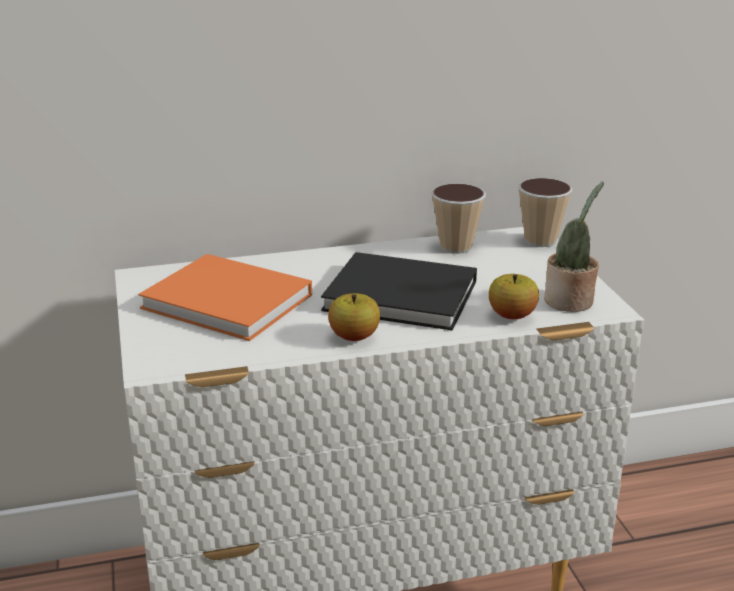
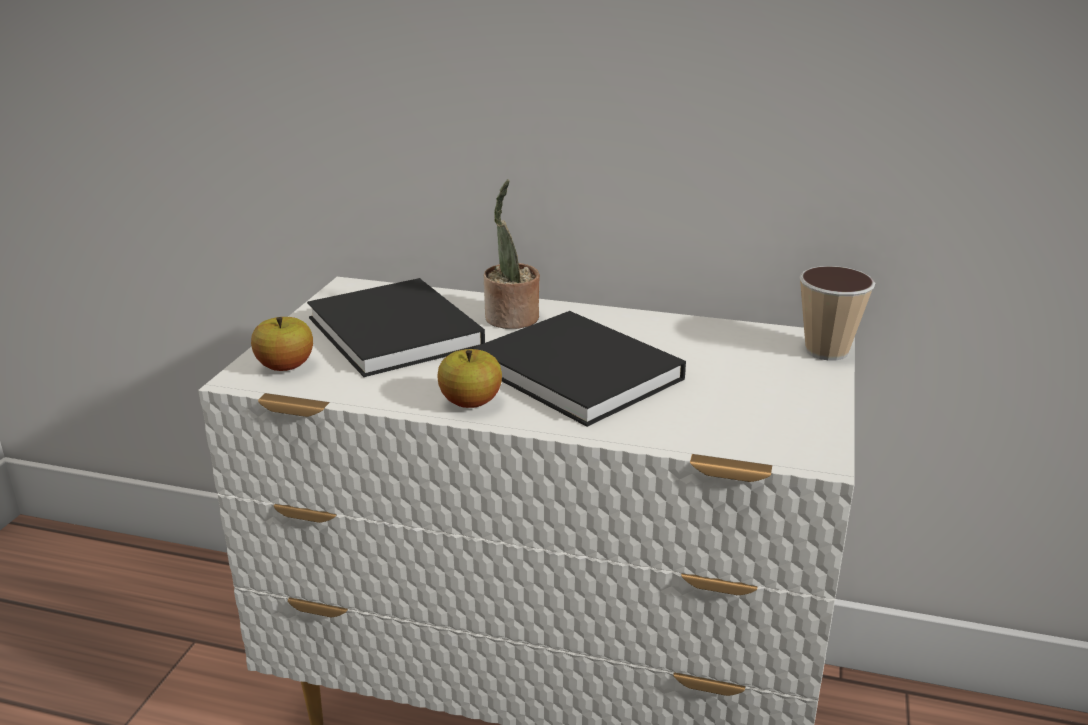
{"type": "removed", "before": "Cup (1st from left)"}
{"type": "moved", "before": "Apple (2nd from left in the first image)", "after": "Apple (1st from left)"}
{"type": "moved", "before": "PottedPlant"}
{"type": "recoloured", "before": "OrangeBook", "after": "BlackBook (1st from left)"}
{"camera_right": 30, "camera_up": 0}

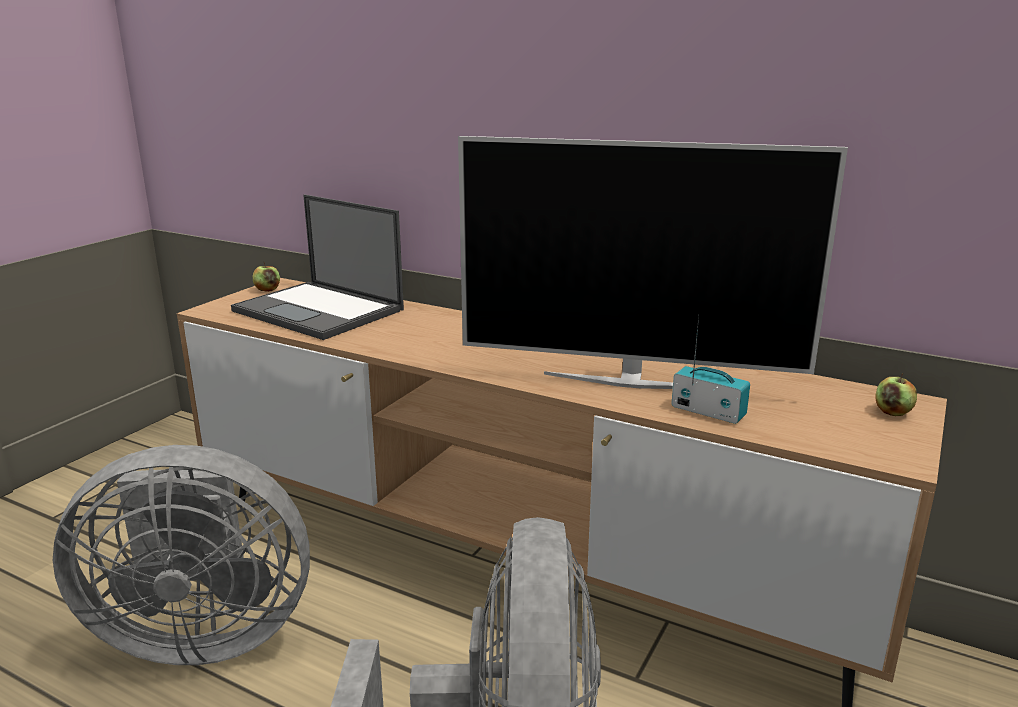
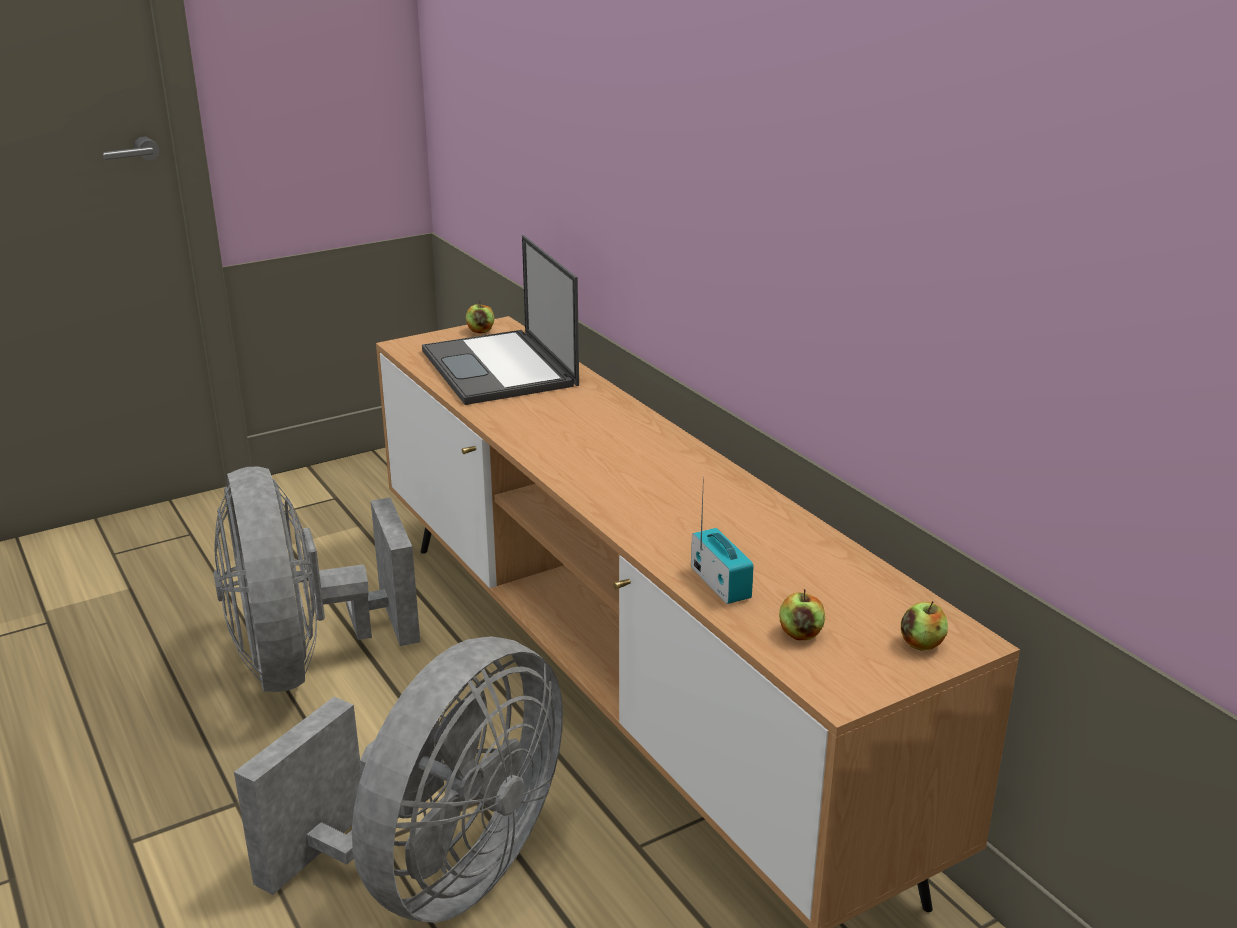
{"type": "removed", "before": "Television"}
{"type": "added", "after": "Apple (2nd from left)"}
{"type": "turned", "before": "GreyFan (1st from left)", "turn": 45}
{"camera_right": 30, "camera_up": 5}

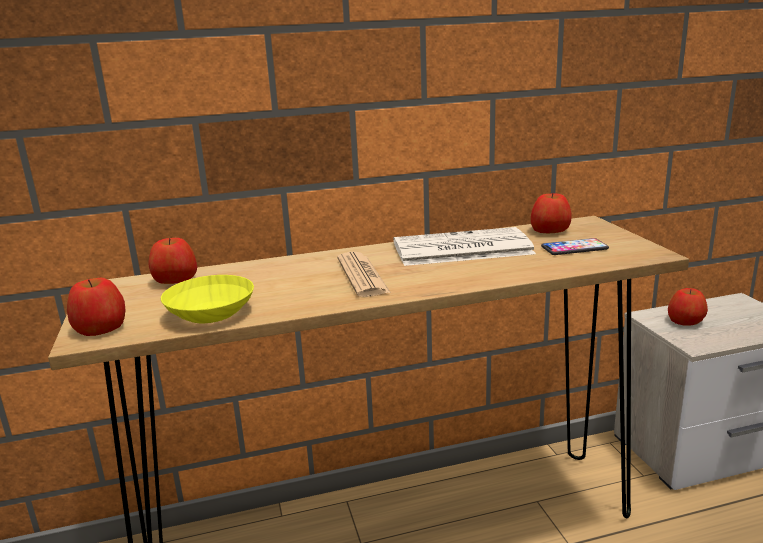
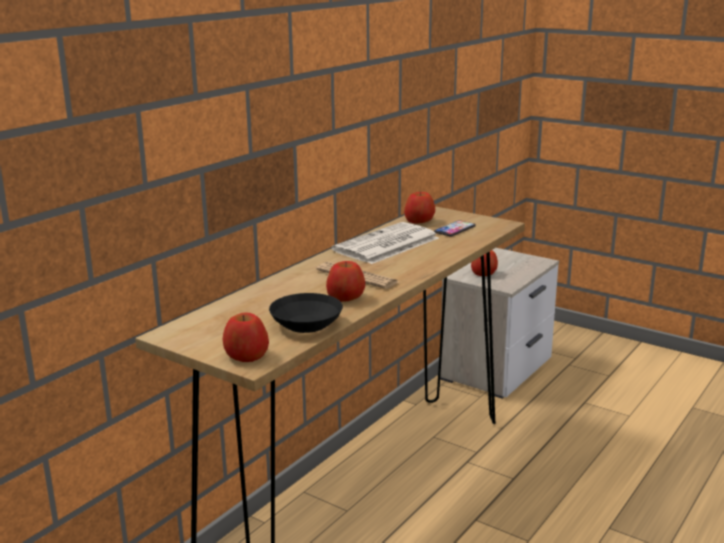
{"type": "moved", "before": "Apple (2nd from left)"}
{"type": "recoloured", "before": "YellowBowl", "after": "BlackBowl"}
{"camera_right": -40, "camera_up": 0}

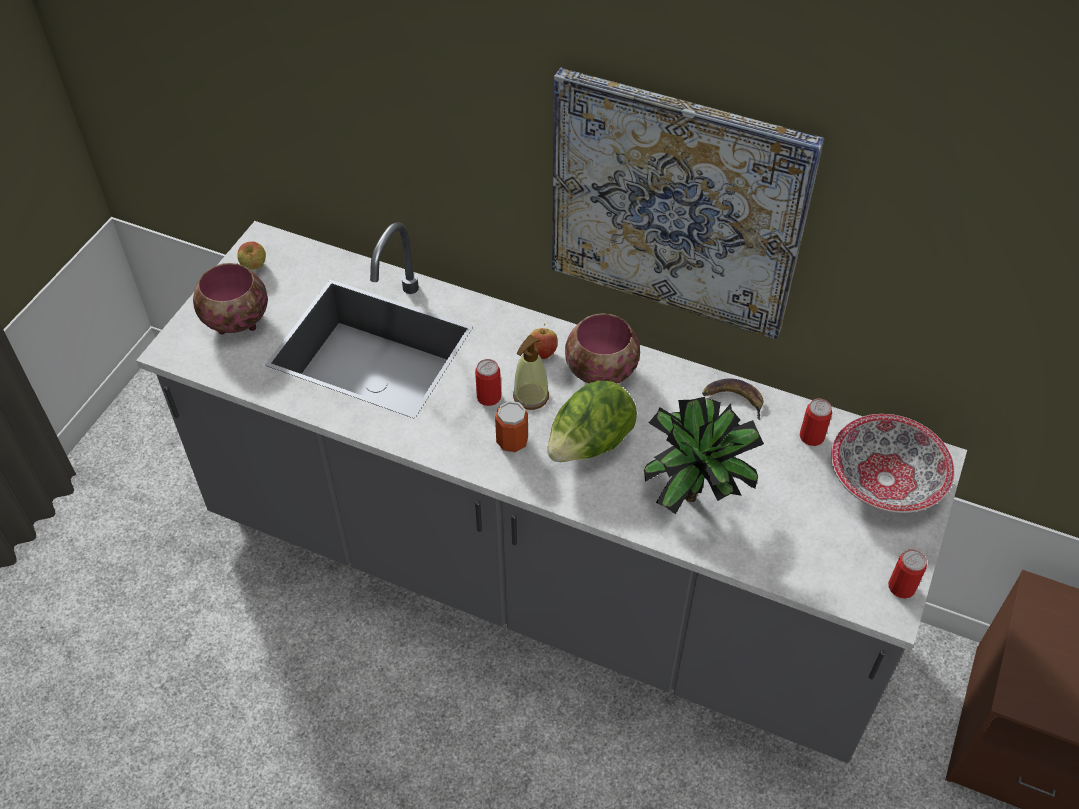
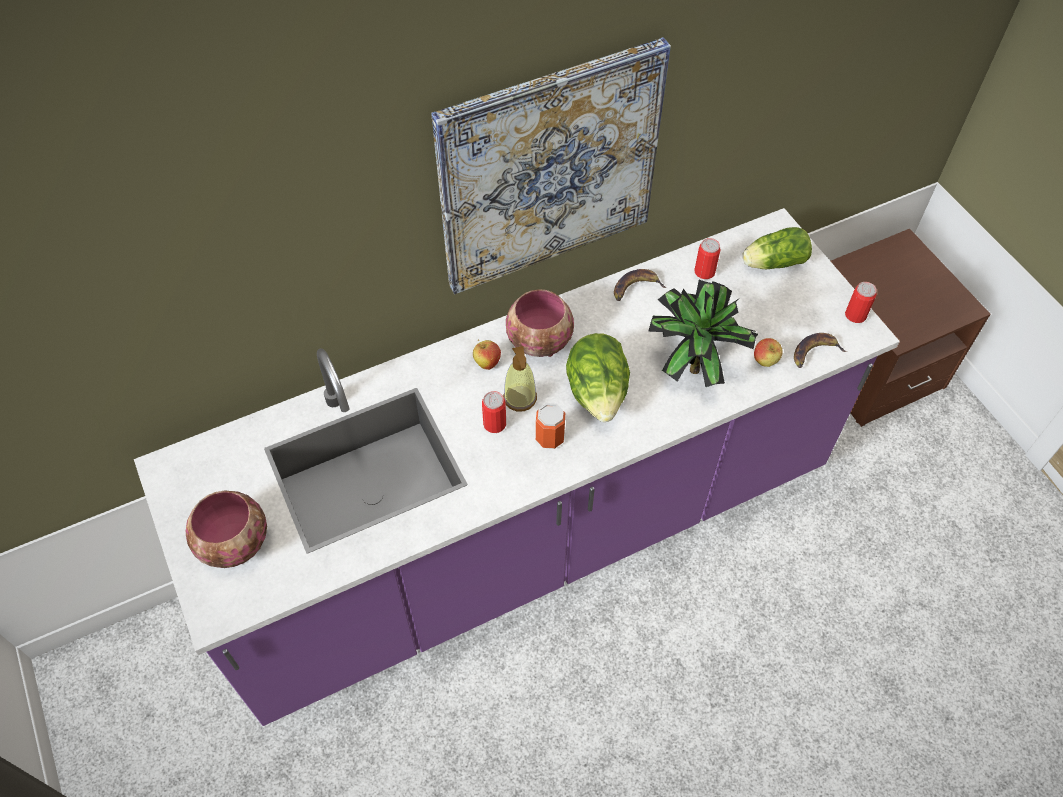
{"type": "added", "after": "Banana (2nd from left)"}
{"type": "moved", "before": "Apple (1st from left in the first image)", "after": "Apple (2nd from left)"}
{"type": "replaced", "before": "Bowl (3rd from left)", "after": "Lettuce (2nd from left)"}
{"type": "recoloured", "before": "GreyCounter", "after": "PurpleCounter"}
{"camera_right": -50, "camera_up": 5}

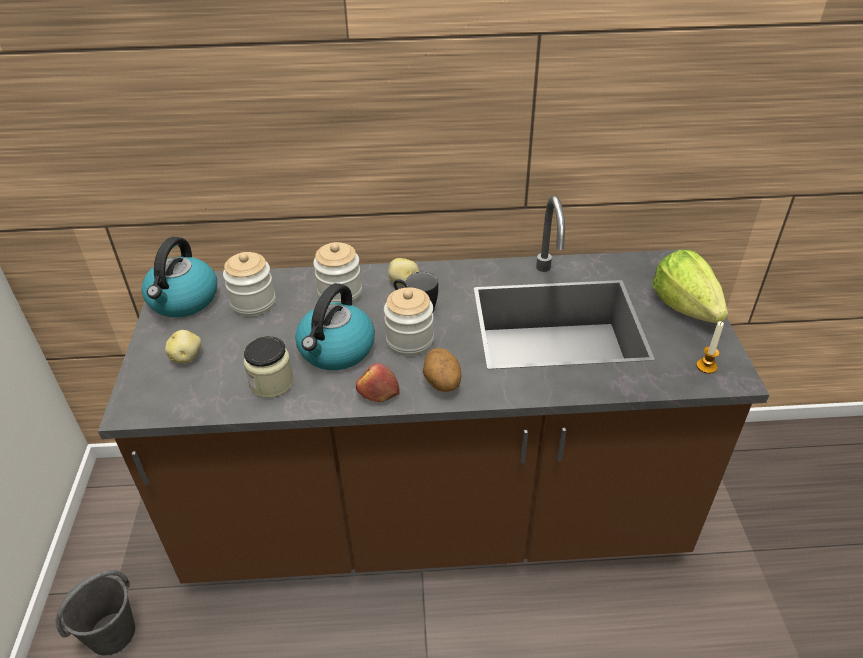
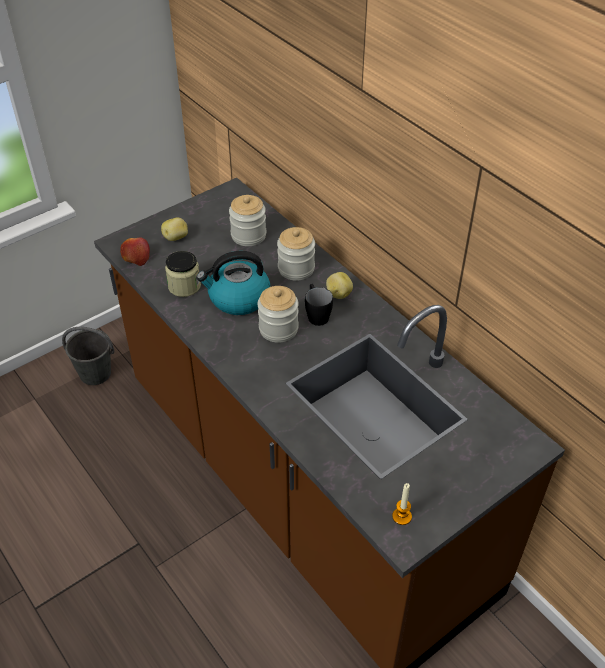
{"type": "removed", "before": "Kettle (1st from left)"}
{"type": "removed", "before": "Potato (3rd from left)"}
{"type": "removed", "before": "Lettuce"}
{"type": "moved", "before": "Apple"}
{"camera_right": 55, "camera_up": 5}

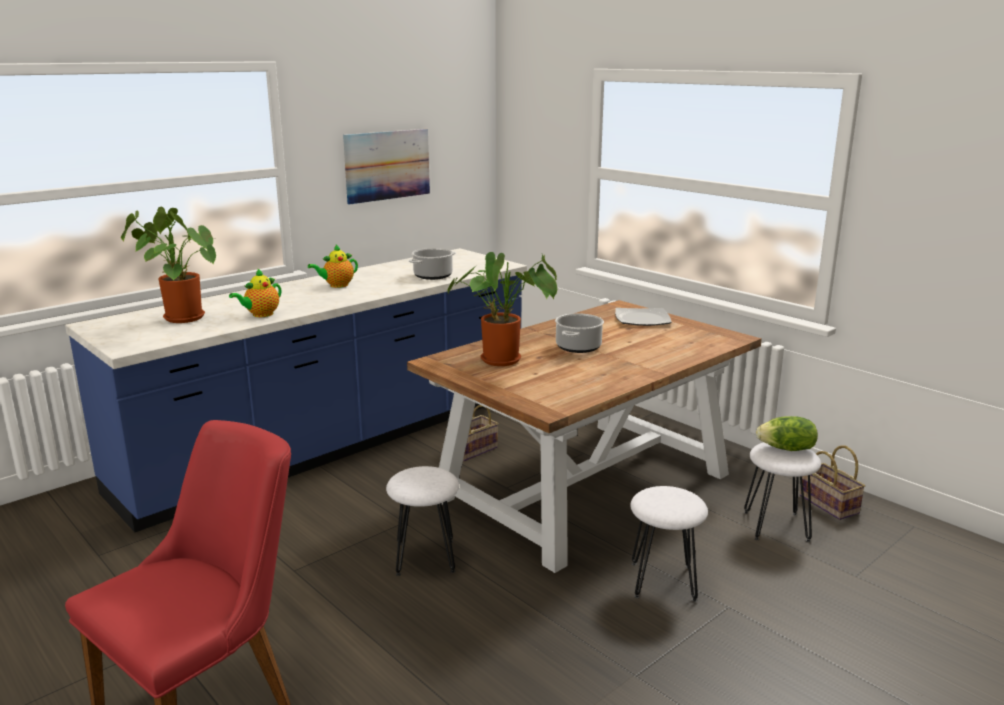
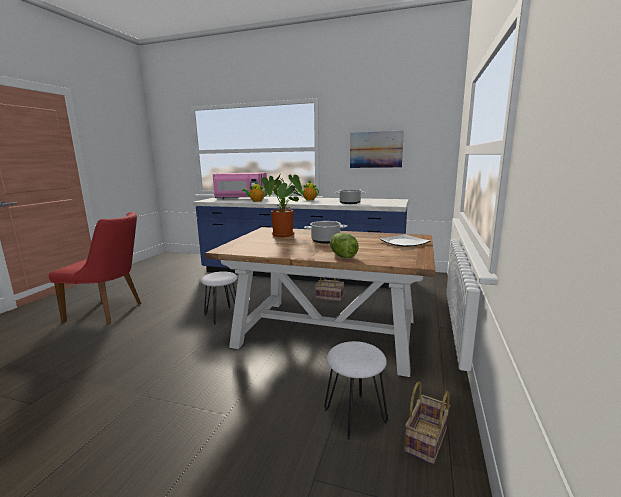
{"type": "removed", "before": "WhiteStool (2nd from left)"}
{"type": "moved", "before": "Lettuce"}
{"type": "replaced", "before": "PottedPlant (1st from left)", "after": "PinkMicrowave"}
{"camera_right": 60, "camera_up": -5}

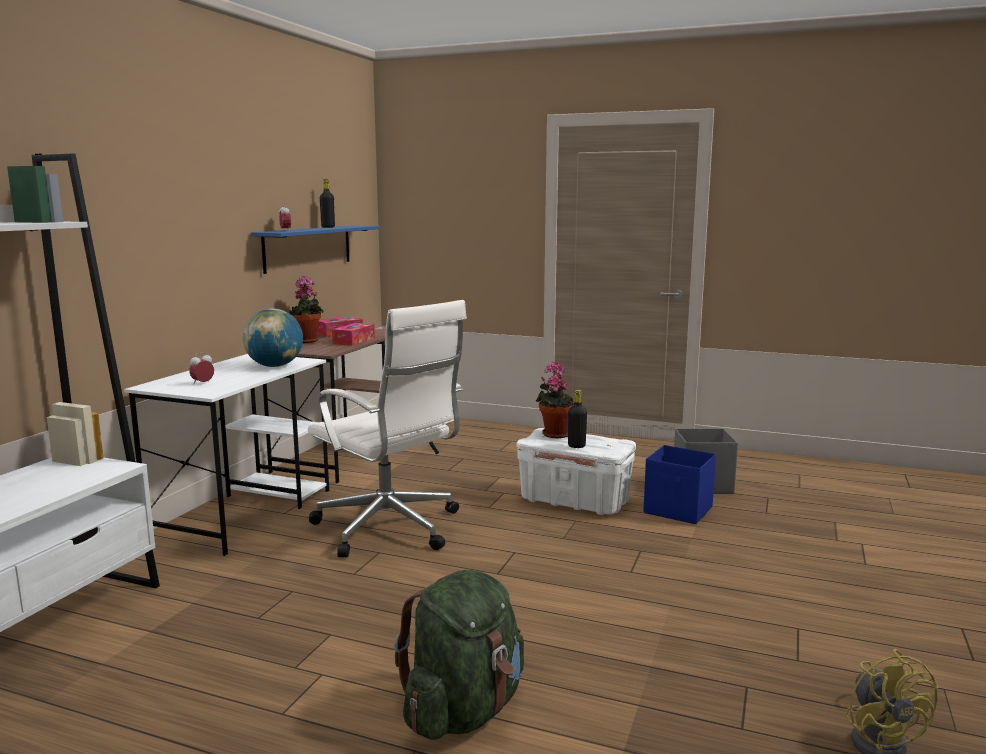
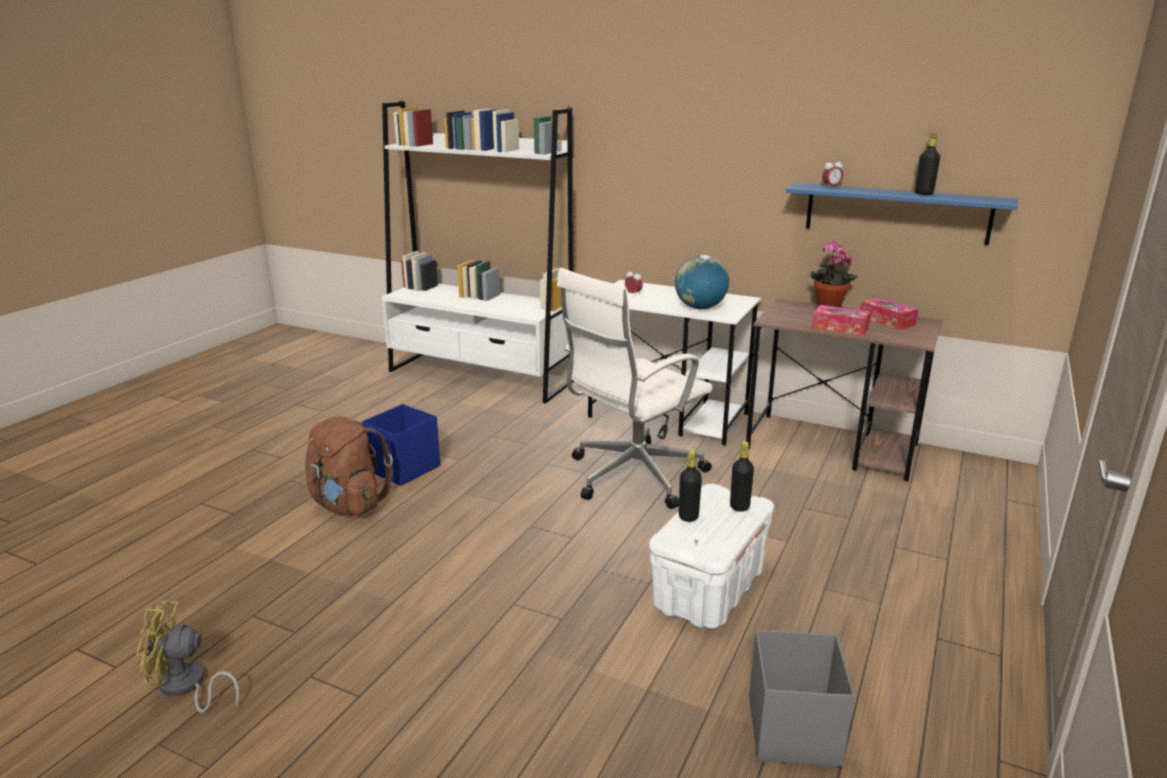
{"type": "moved", "before": "BlueStorageBox"}
{"type": "replaced", "before": "PottedPlant (2nd from left)", "after": "BlackBottle (2nd from left)"}
{"type": "recoloured", "before": "GreenBackpack", "after": "BrownBackpack"}
{"camera_right": 95, "camera_up": 10}

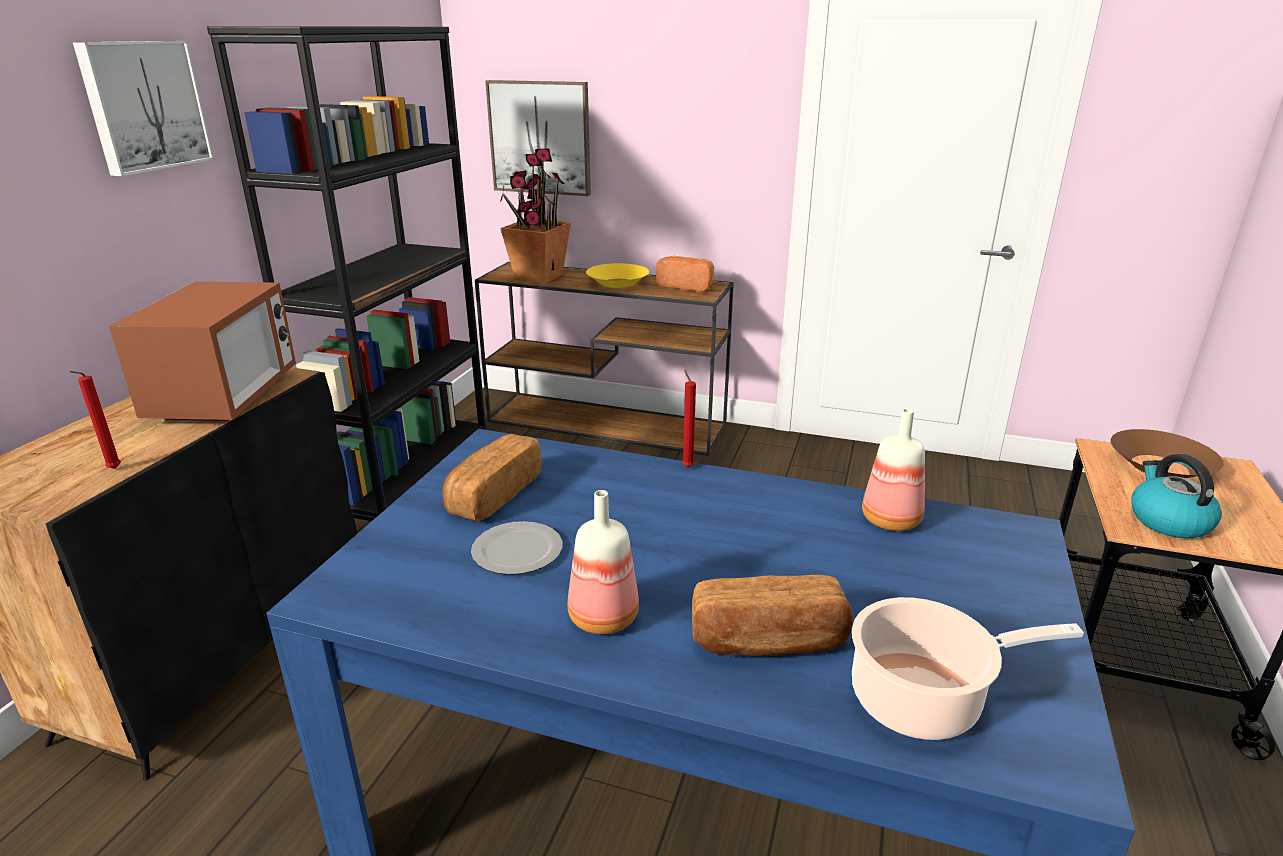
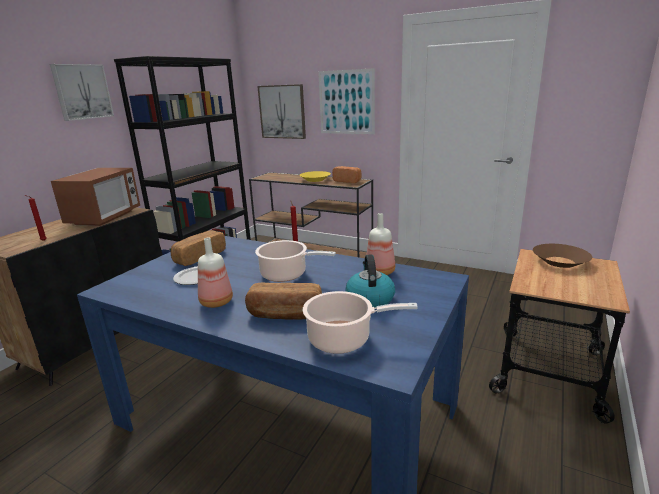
{"type": "removed", "before": "PottedPlant"}
{"type": "added", "after": "CookingPot (1st from left)"}
{"type": "added", "after": "Picture (3rd from left)"}
{"type": "moved", "before": "Kettle"}
{"camera_right": 10, "camera_up": -5}

